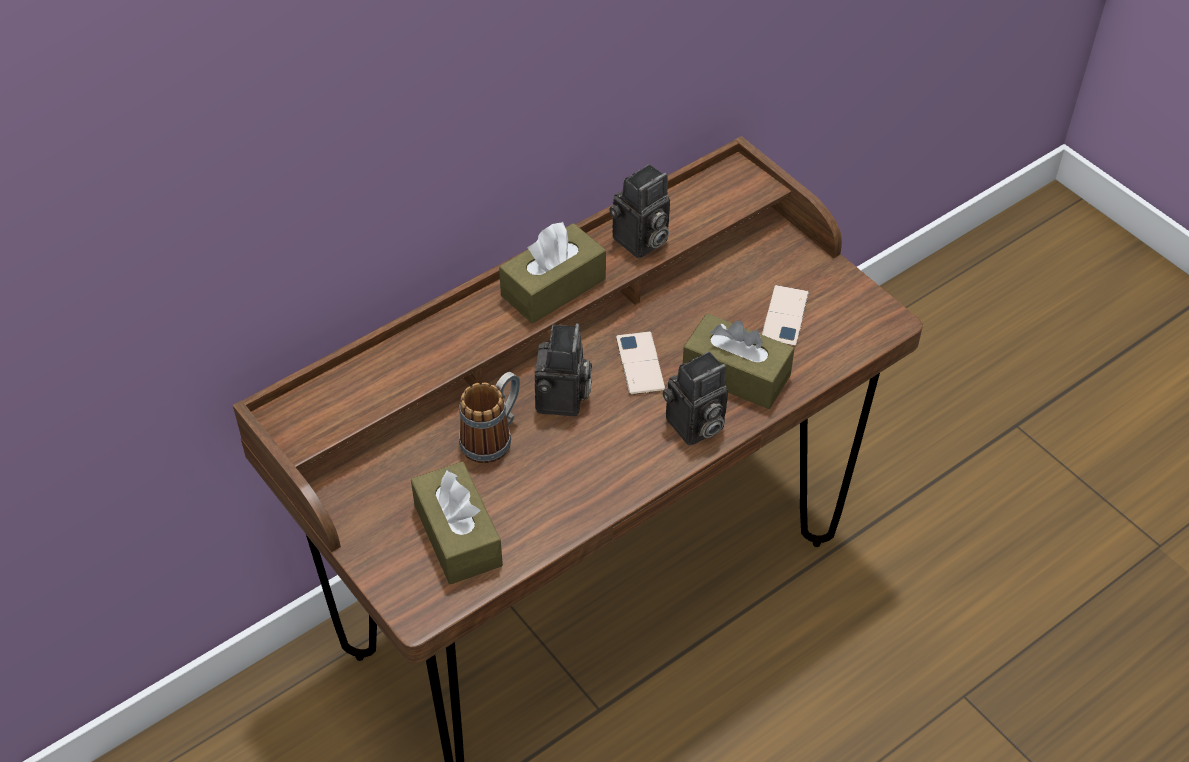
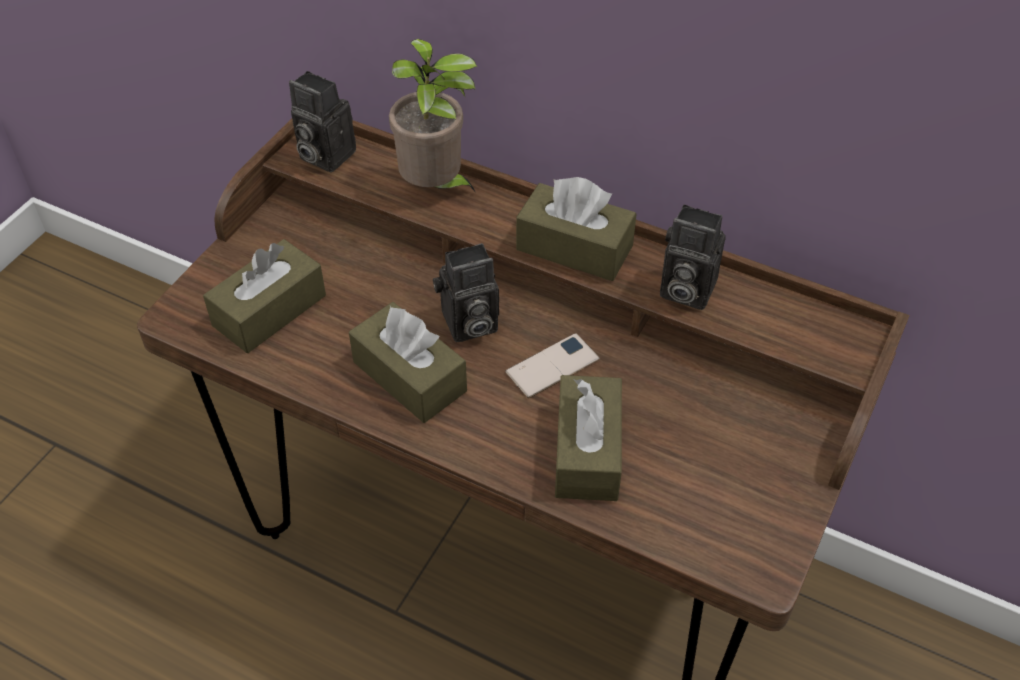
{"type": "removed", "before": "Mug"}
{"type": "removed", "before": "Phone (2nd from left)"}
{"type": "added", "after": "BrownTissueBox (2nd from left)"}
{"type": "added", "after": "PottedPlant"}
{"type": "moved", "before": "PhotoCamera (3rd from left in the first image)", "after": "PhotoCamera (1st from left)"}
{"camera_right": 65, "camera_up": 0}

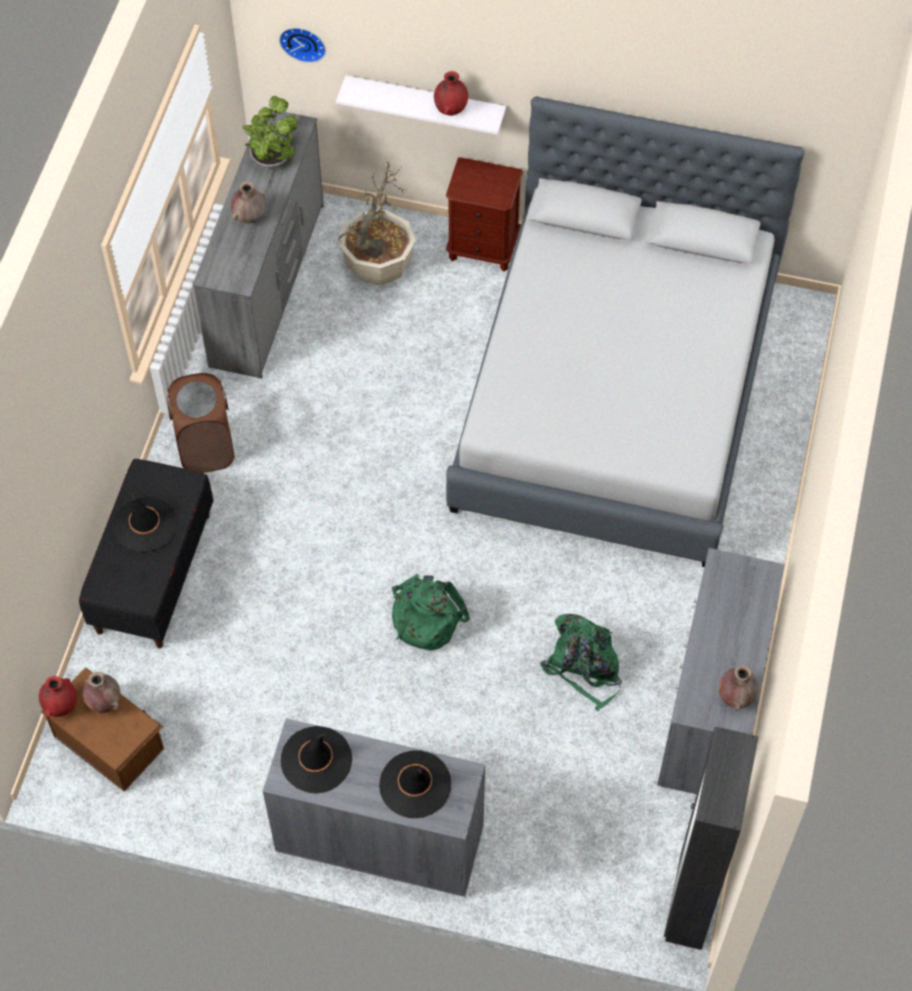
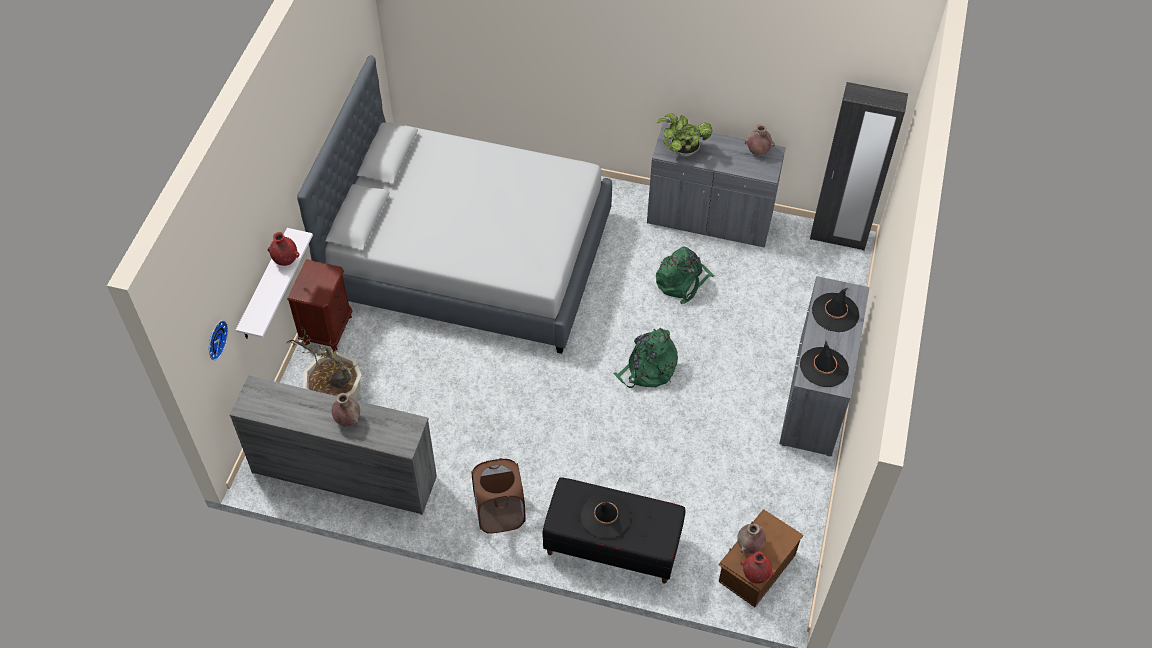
{"type": "moved", "before": "PottedPlant (1st from left in the first image)", "after": "PottedPlant (2nd from left)"}
{"camera_right": -90, "camera_up": -5}

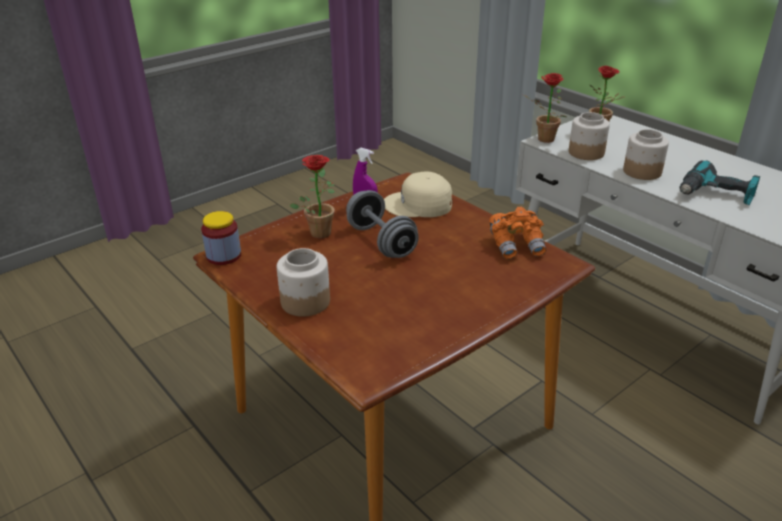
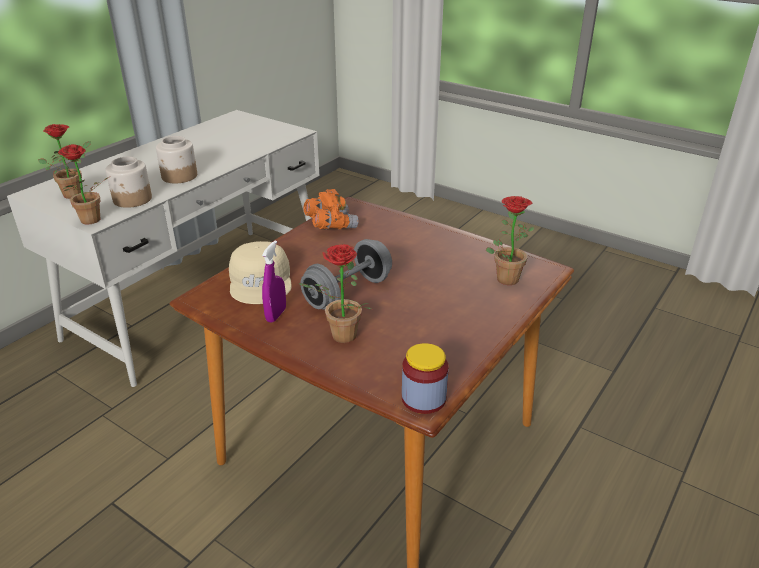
{"type": "removed", "before": "Jar (2nd from left)"}
{"type": "removed", "before": "PowerDrill"}
{"type": "added", "after": "PottedPlant (4th from left)"}
{"camera_right": -105, "camera_up": 0}

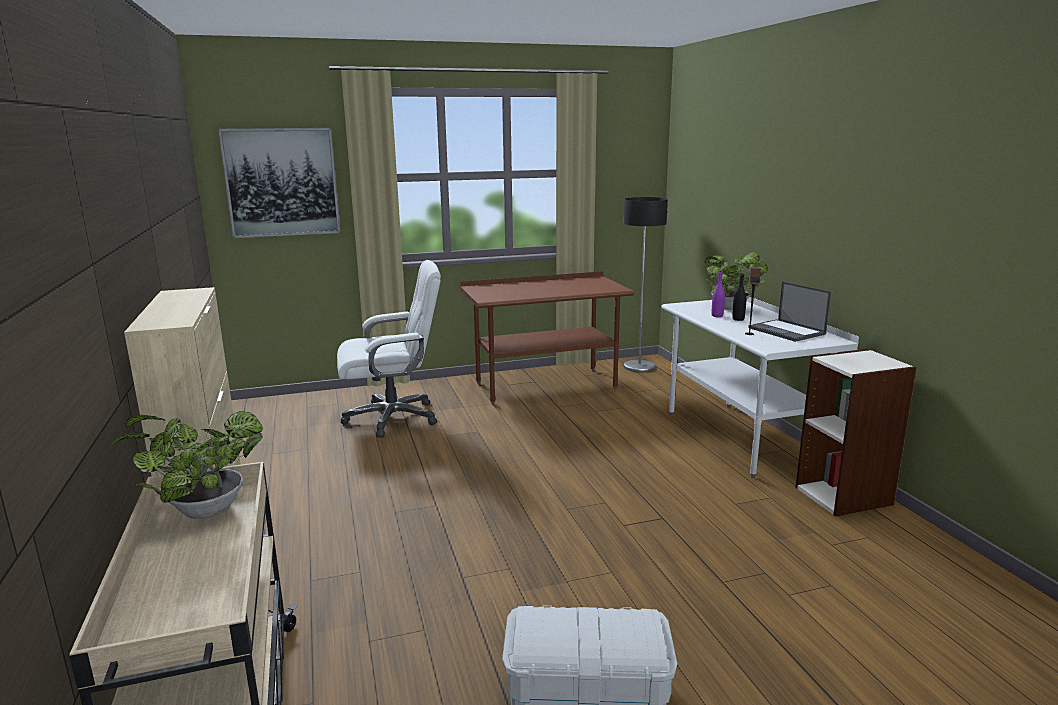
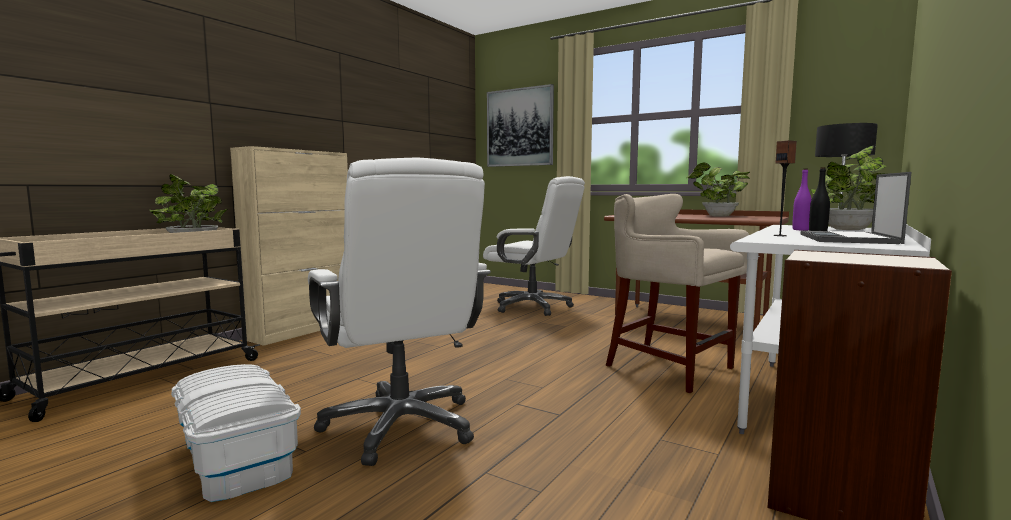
{"type": "added", "after": "WhiteOfficeChair (1st from left)"}
{"type": "added", "after": "BeigeStool"}
{"type": "added", "after": "PottedPlant (2nd from left)"}
{"camera_right": 50, "camera_up": -10}

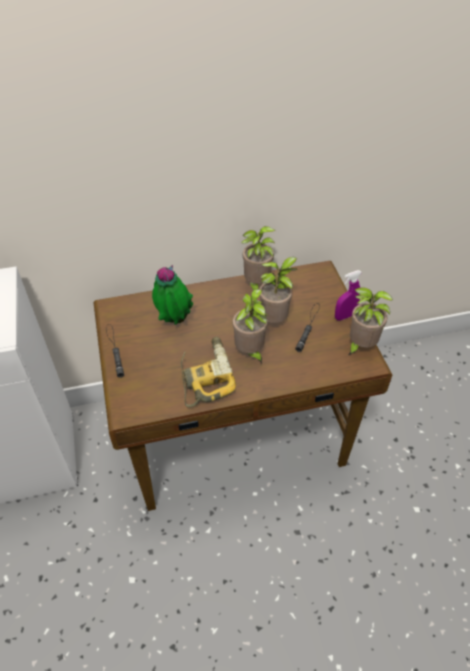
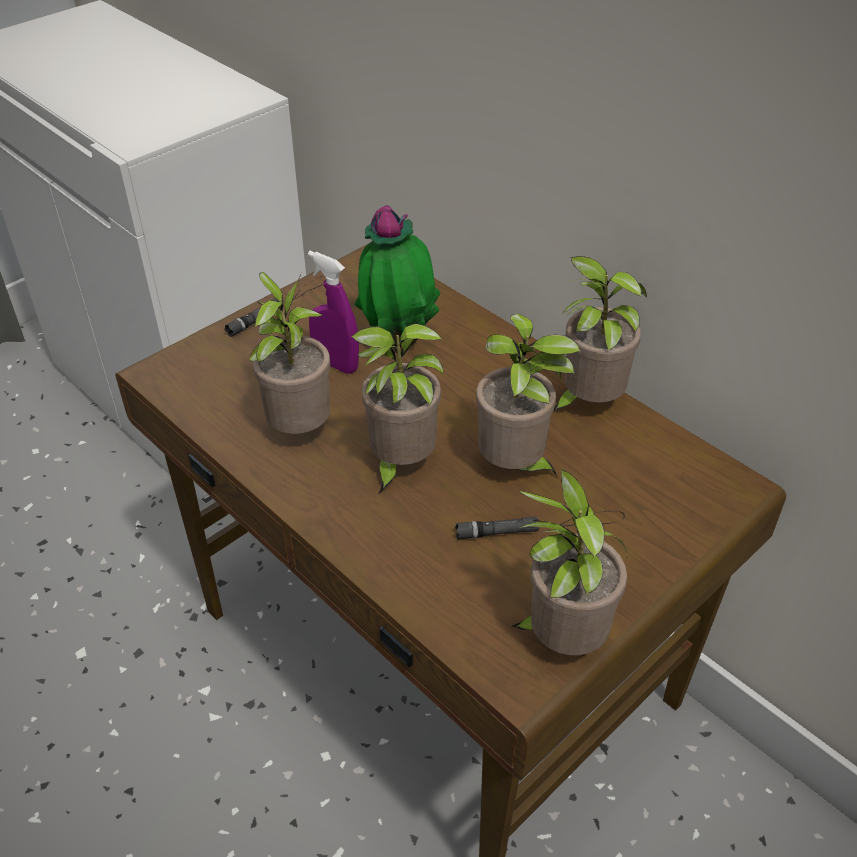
{"type": "moved", "before": "PurpleSprayBottle"}
{"type": "replaced", "before": "PowerDrill", "after": "PottedPlant (1st from left)"}
{"camera_right": 60, "camera_up": -5}

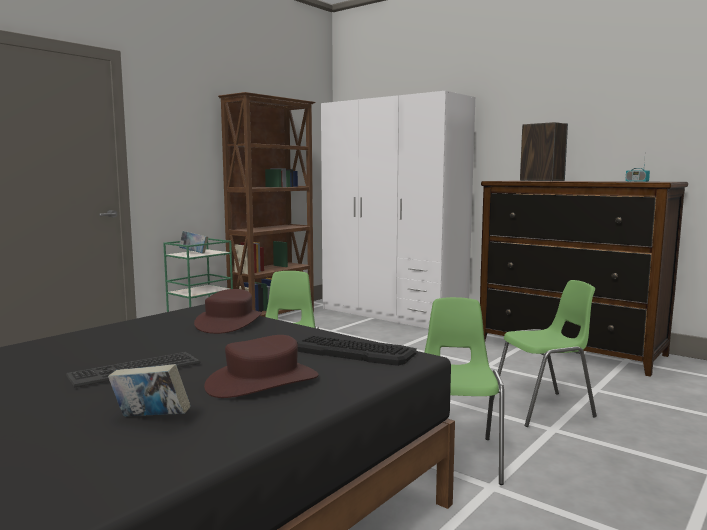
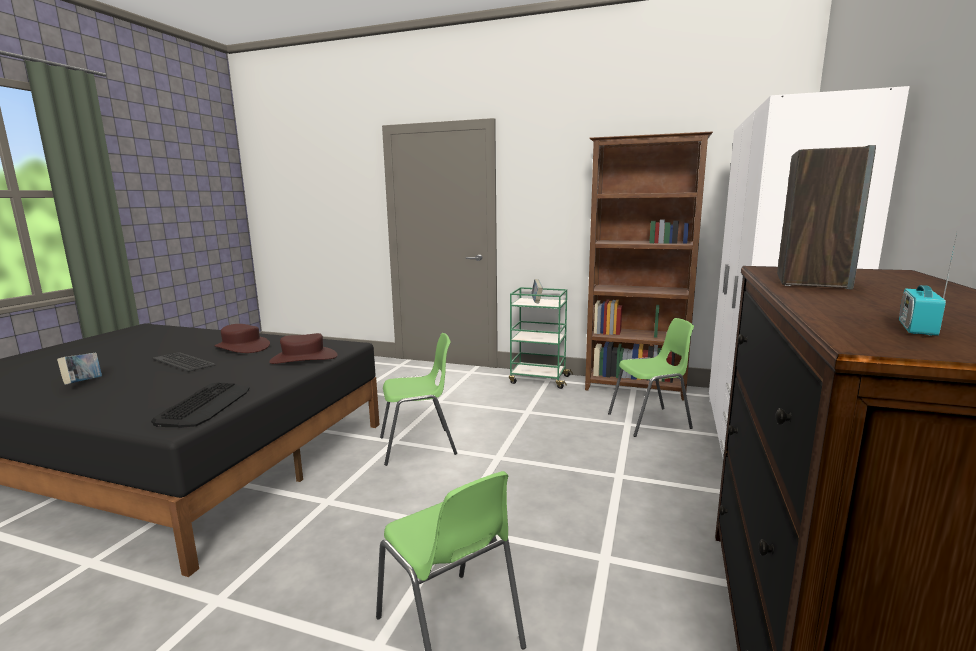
{"type": "moved", "before": "BrownHat (2nd from left in the first image)", "after": "BrownHat (1st from left)"}
{"type": "moved", "before": "GreenChair (2nd from left in the first image)", "after": "GreenChair (3rd from left)"}
{"camera_right": 70, "camera_up": 5}

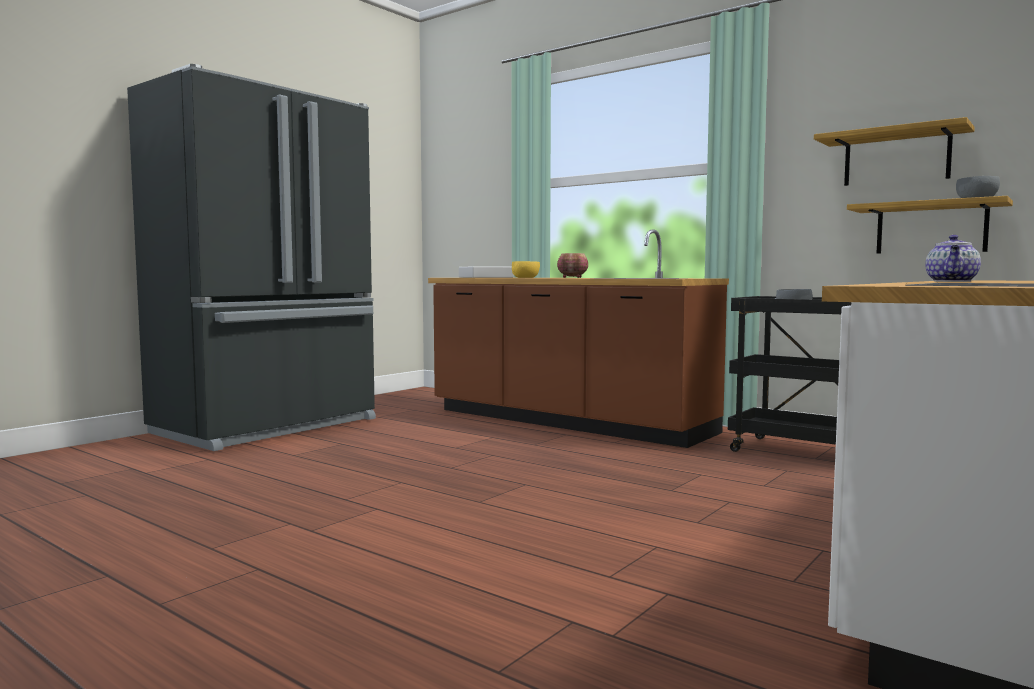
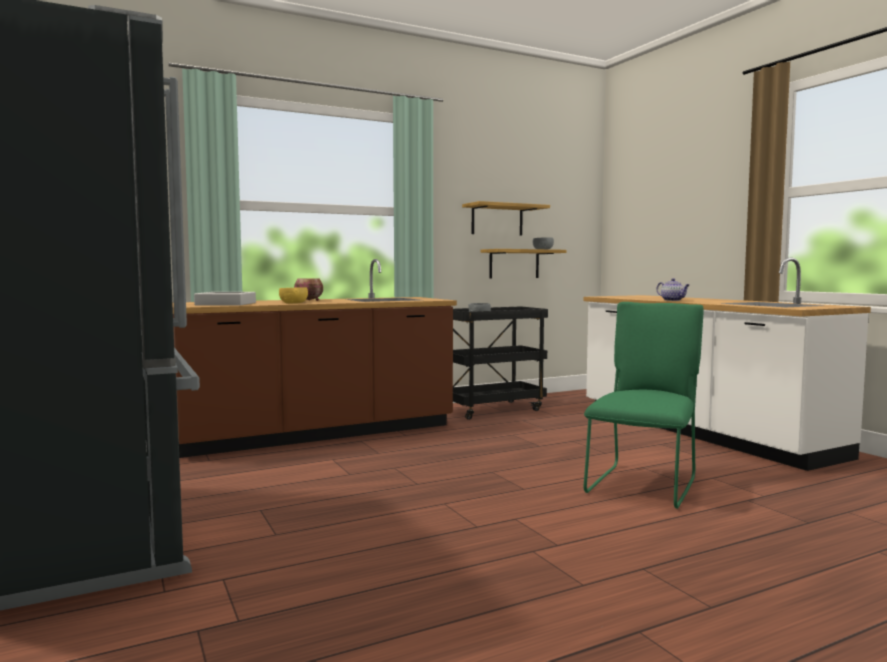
{"type": "added", "after": "GreenChair"}
{"camera_right": -65, "camera_up": 0}

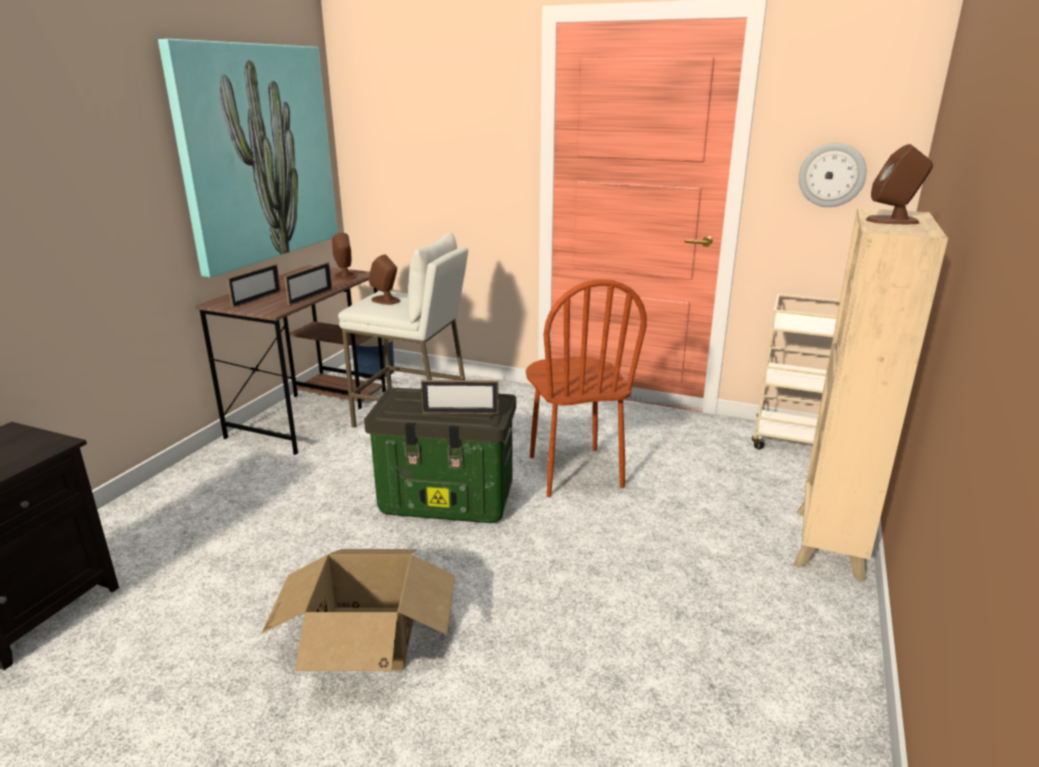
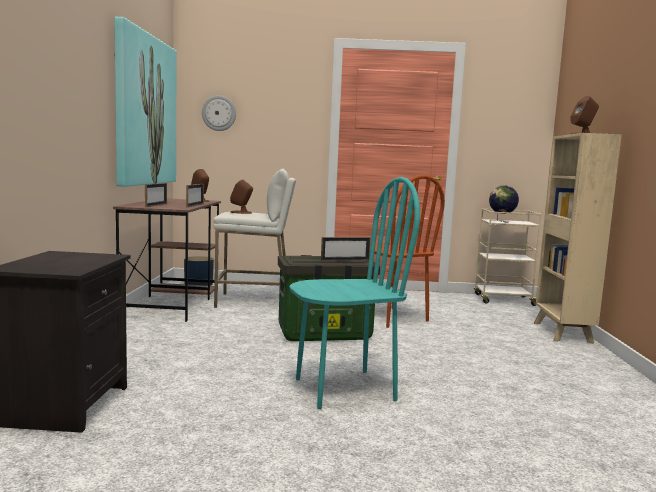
{"type": "added", "after": "Globe"}
{"type": "moved", "before": "WallClock"}
{"type": "replaced", "before": "CardboardBox", "after": "TurquoiseChair"}
{"camera_right": -20, "camera_up": -15}

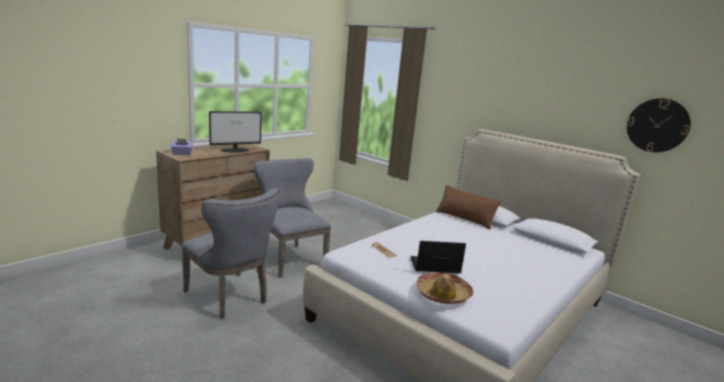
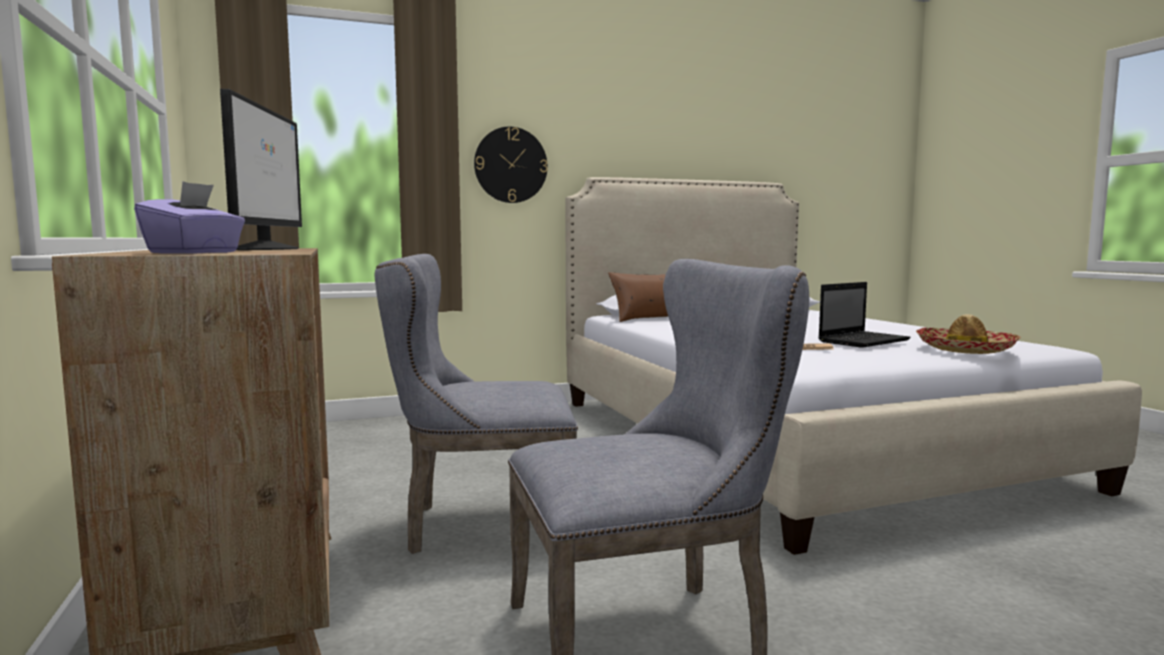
{"type": "moved", "before": "WallClock"}
{"type": "turned", "before": "Laptop", "turn": -150}
{"camera_right": -60, "camera_up": -10}

